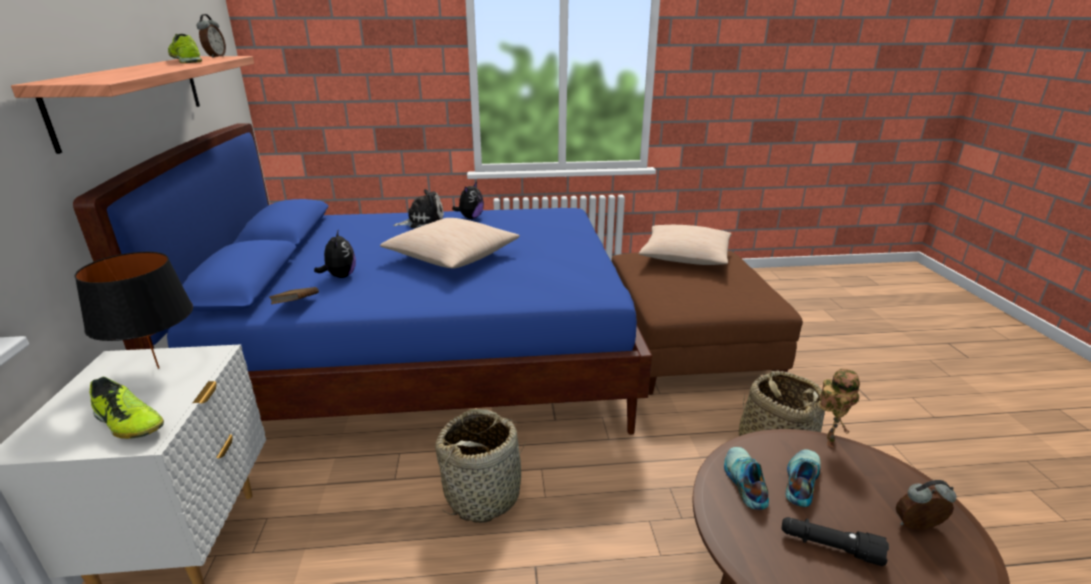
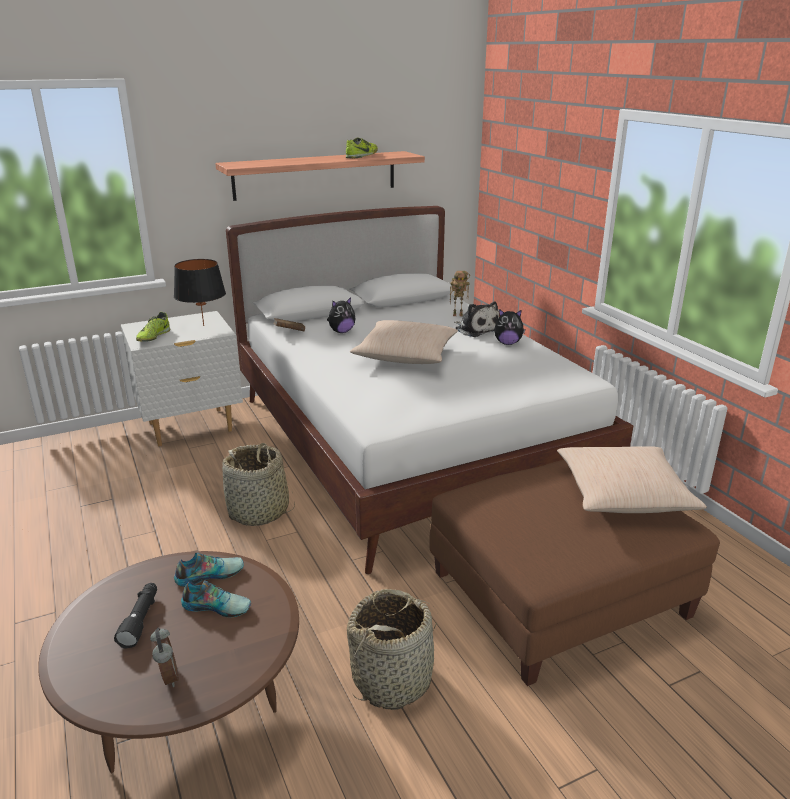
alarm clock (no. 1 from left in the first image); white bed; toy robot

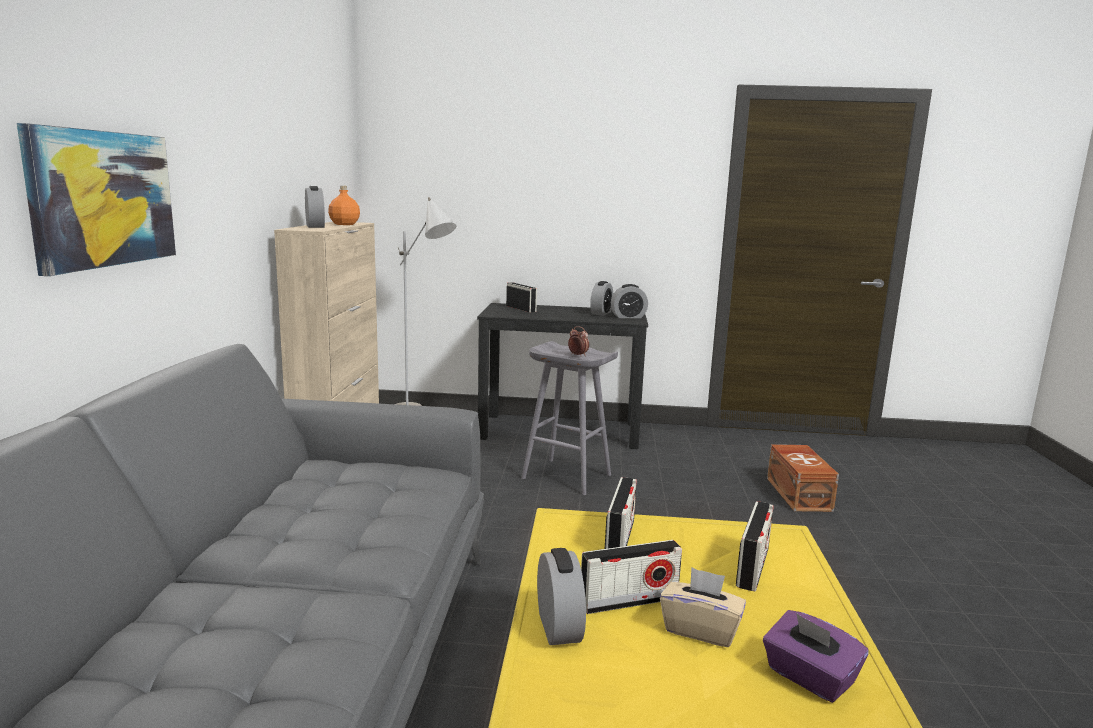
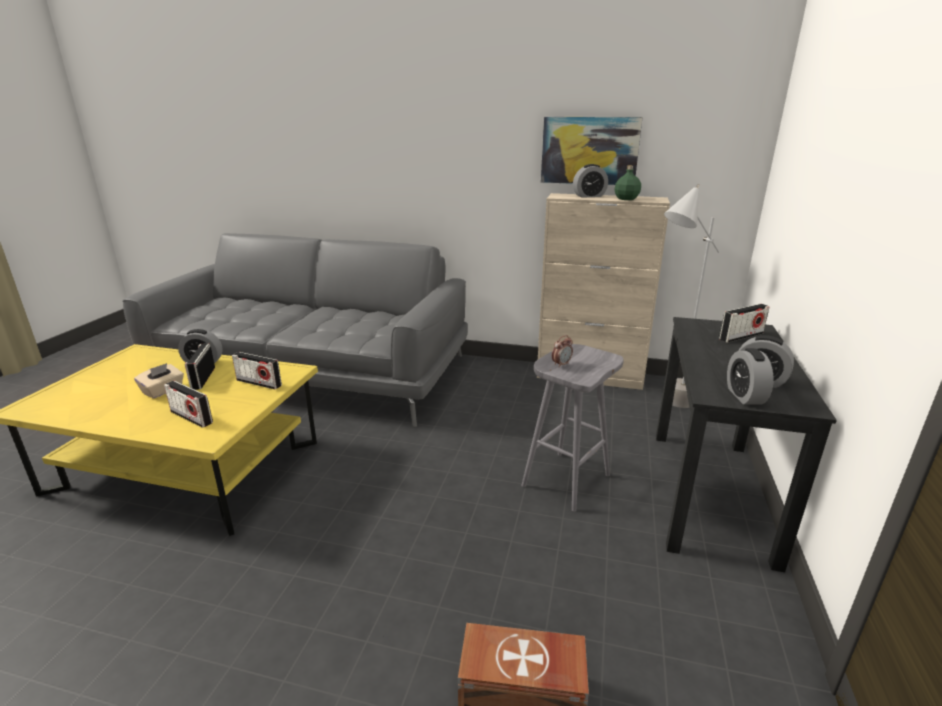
picture; green bottle; purple tissue box

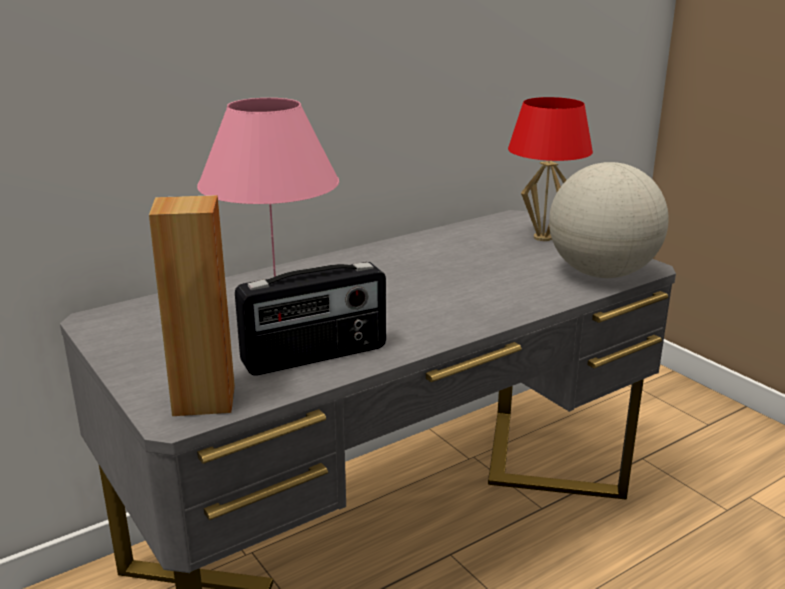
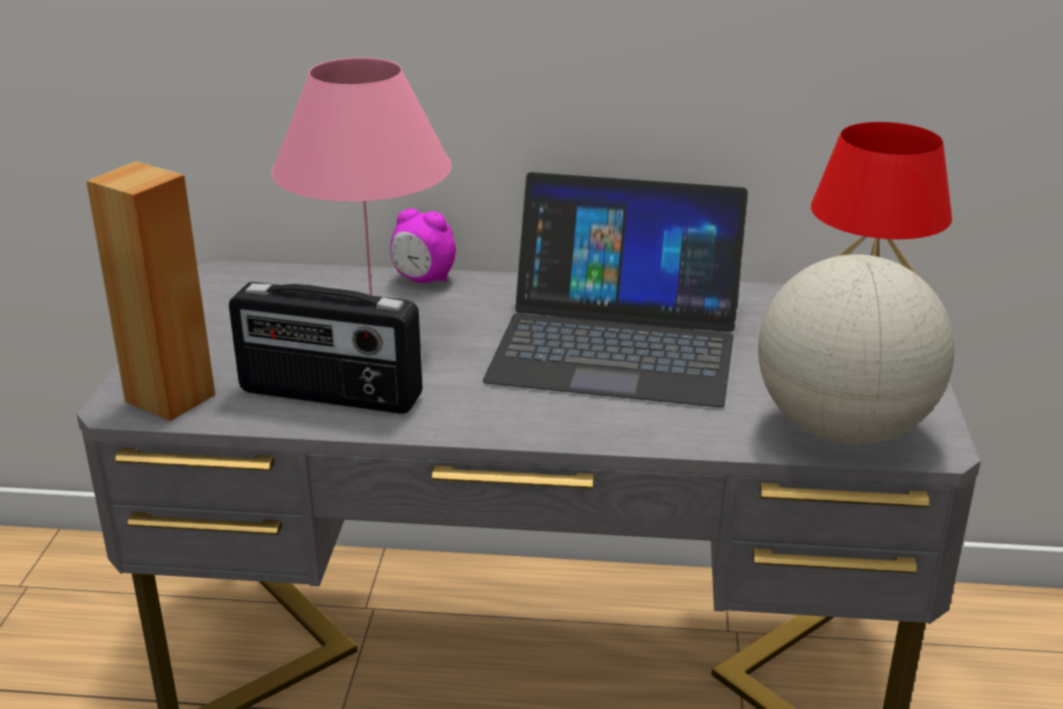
laptop; alarm clock

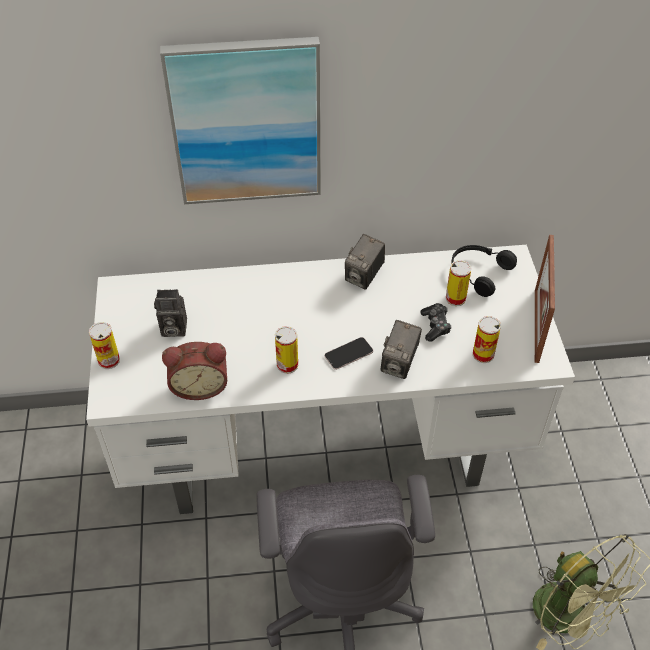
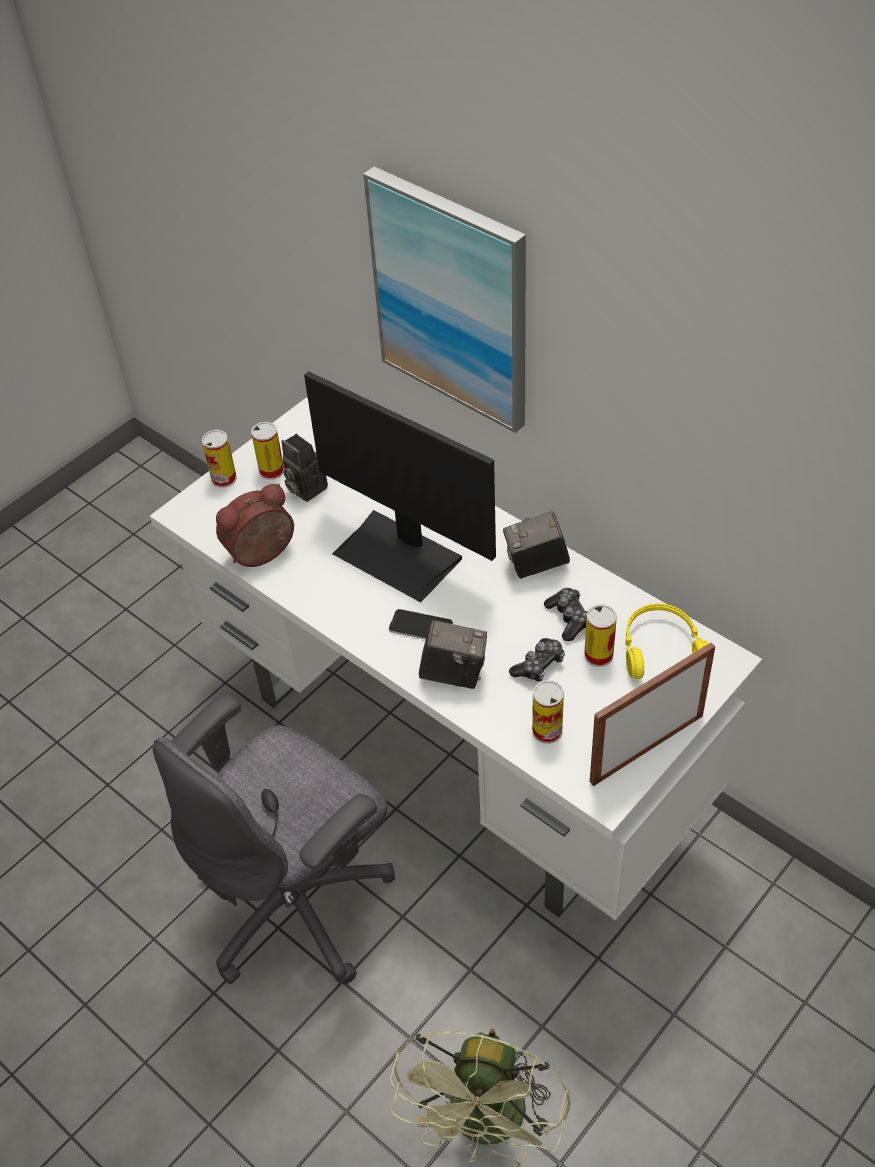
yellow headphones; photo camera (no. 2 from left); can (no. 2 from left); alarm clock; monitor; game controller (no. 2 from left)

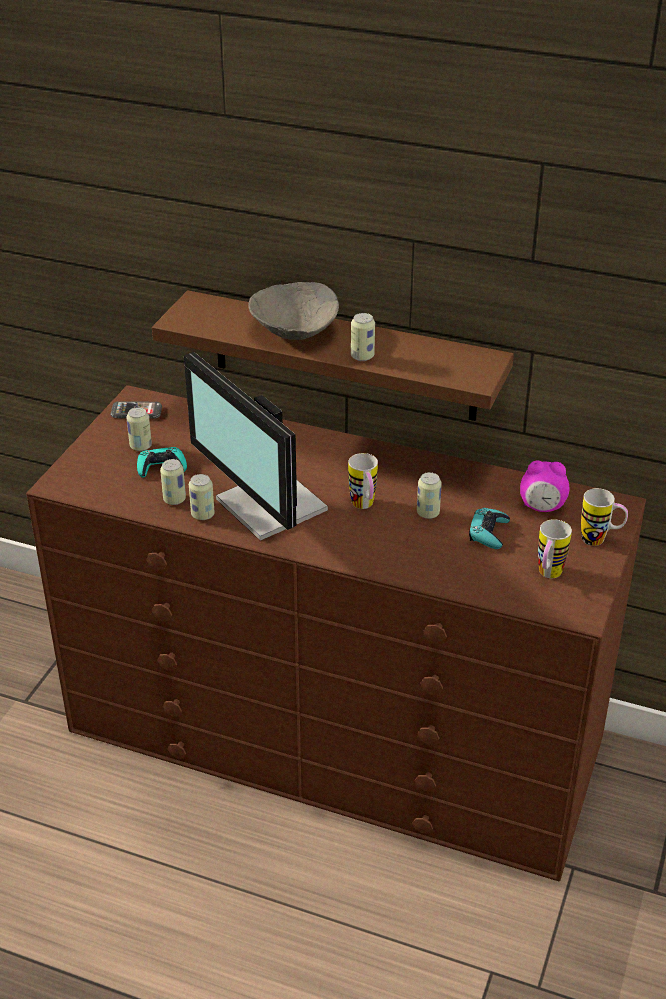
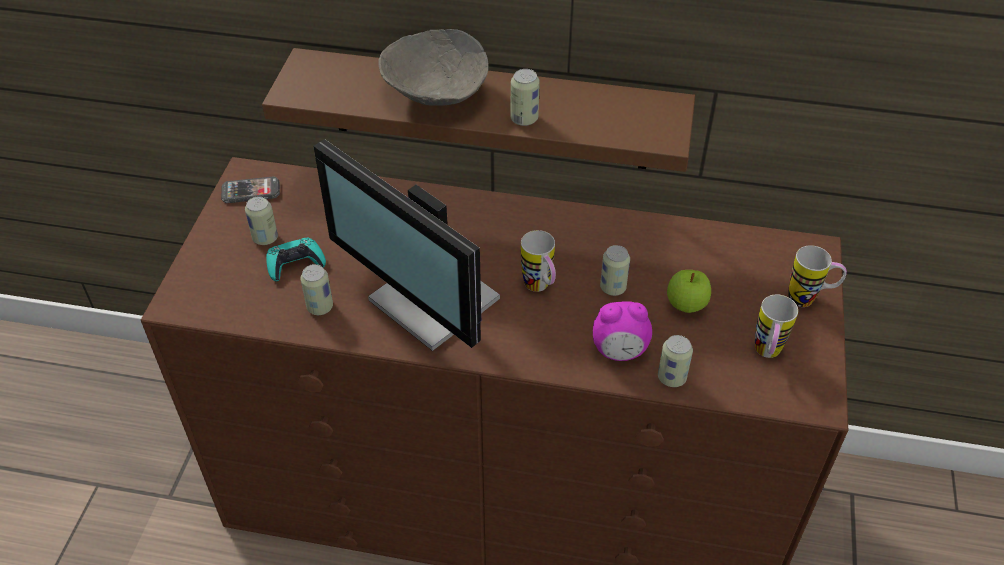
alarm clock; can (no. 5 from left); apple

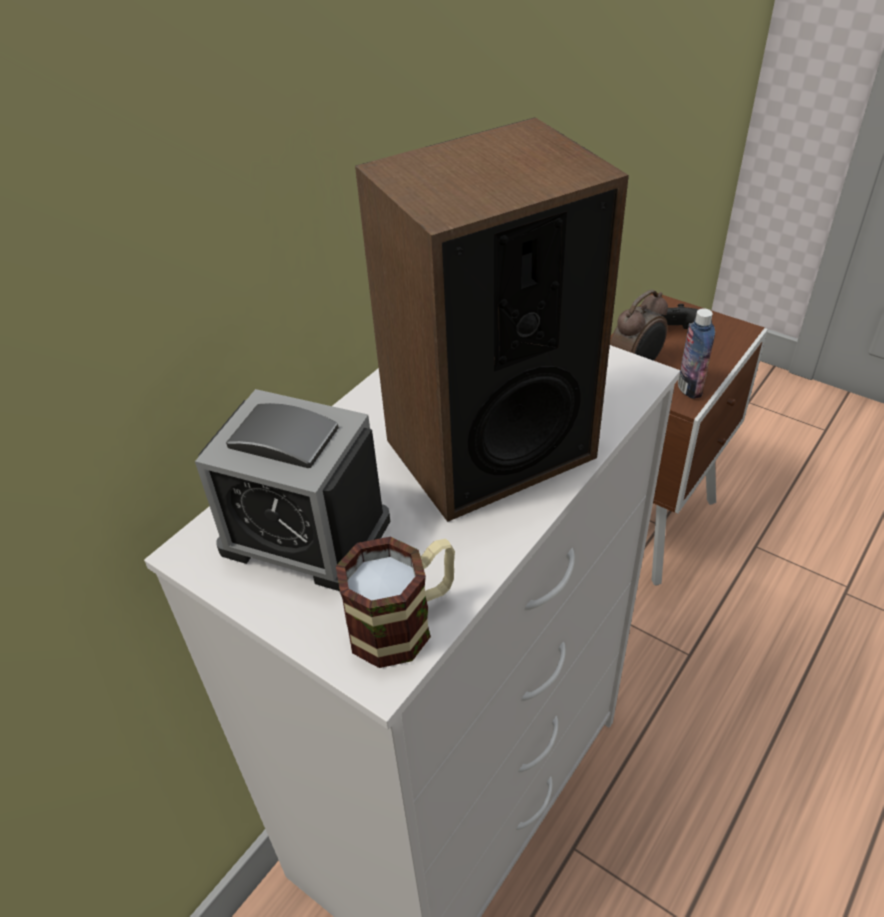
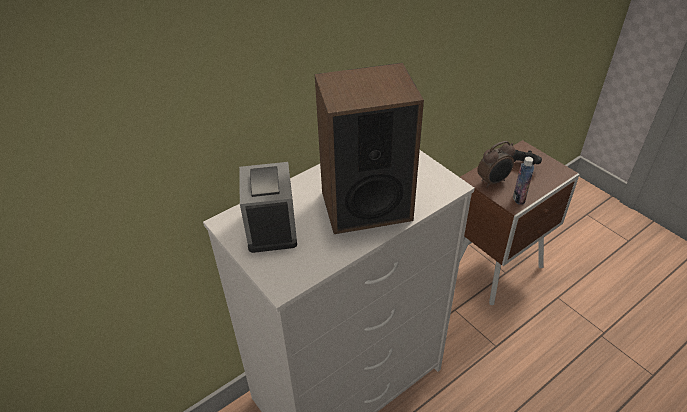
alarm clock (no. 1 from left); mug

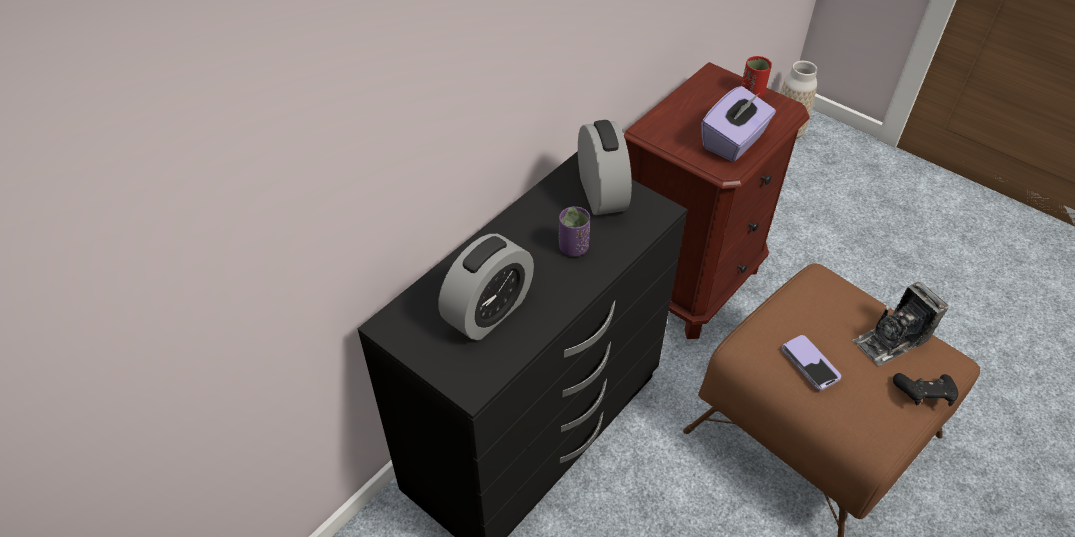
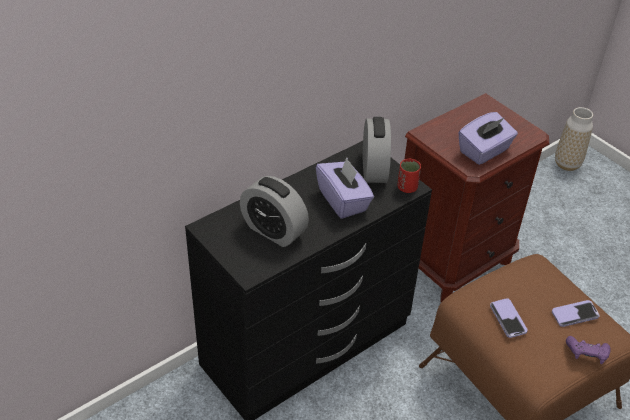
red cup; purple tissue box (no. 1 from left); alarm clock (no. 1 from left); phone (no. 2 from left); purple game controller

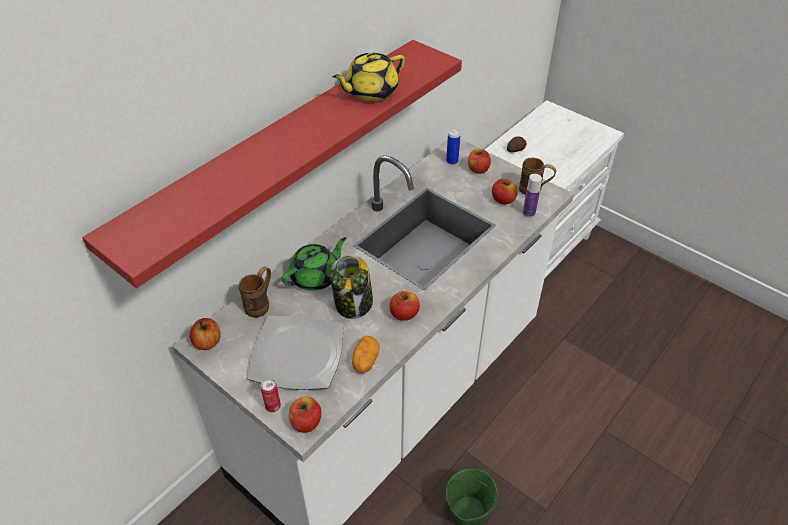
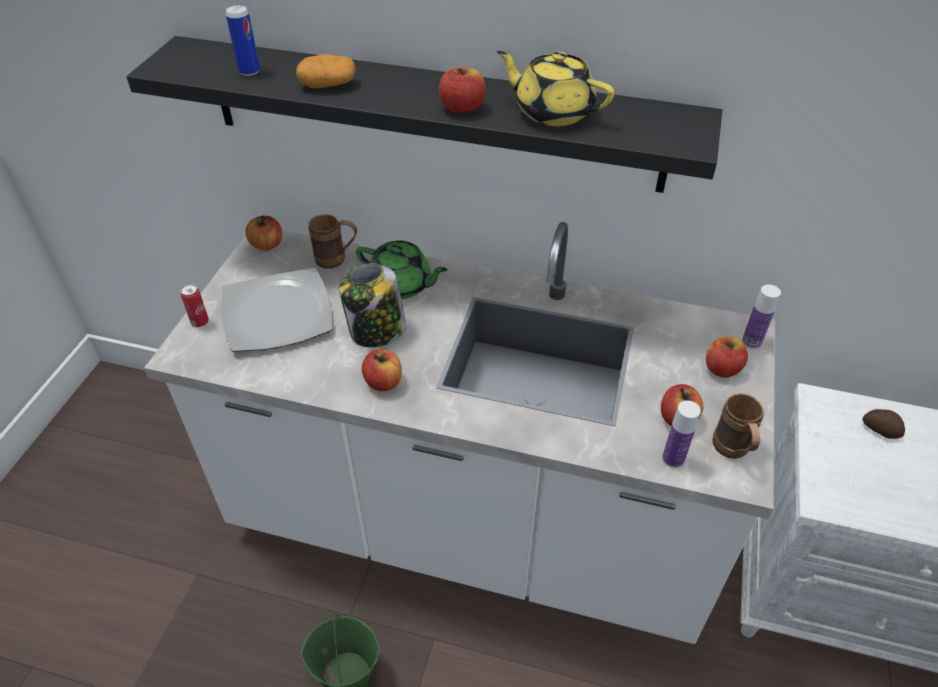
black shelf; can (no. 2 from left); potato (no. 1 from left); apple (no. 3 from left); bottle (no. 2 from left)

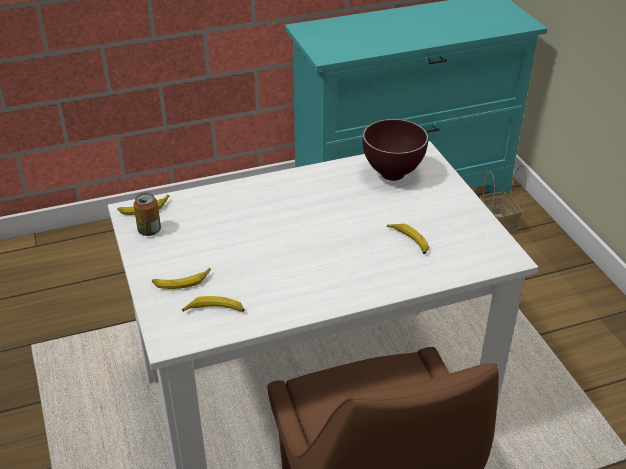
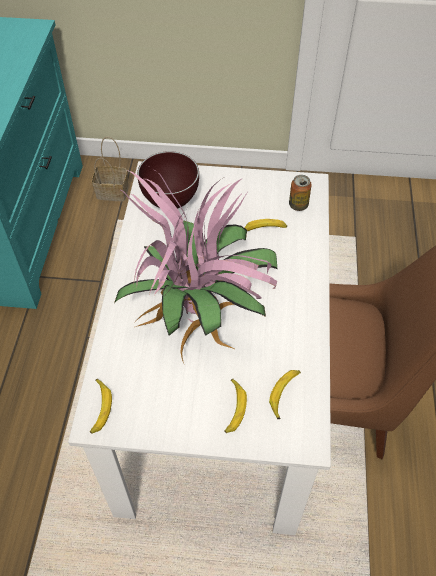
can; potted plant

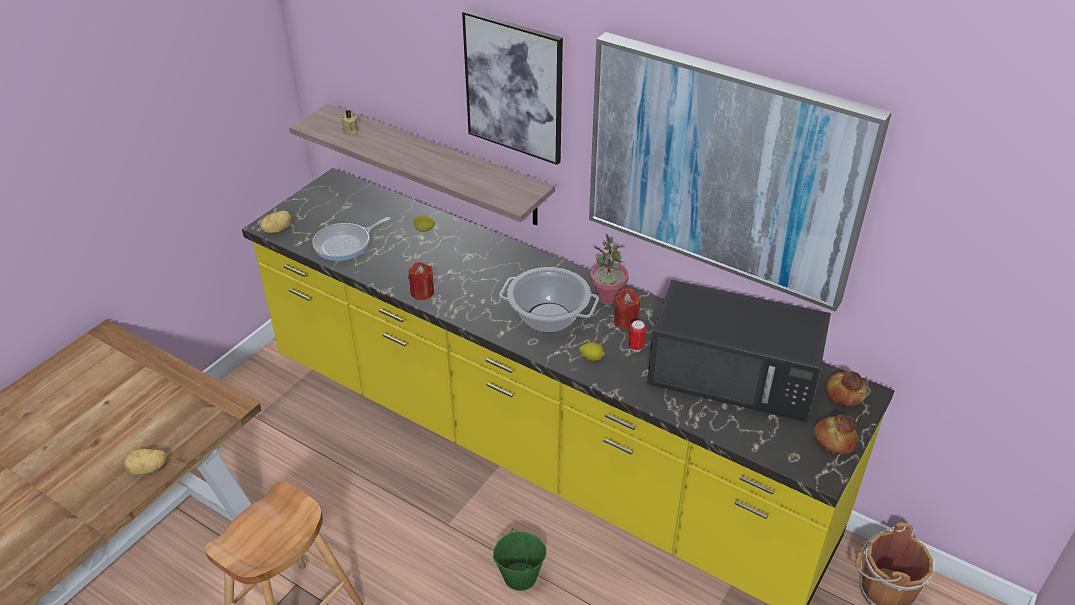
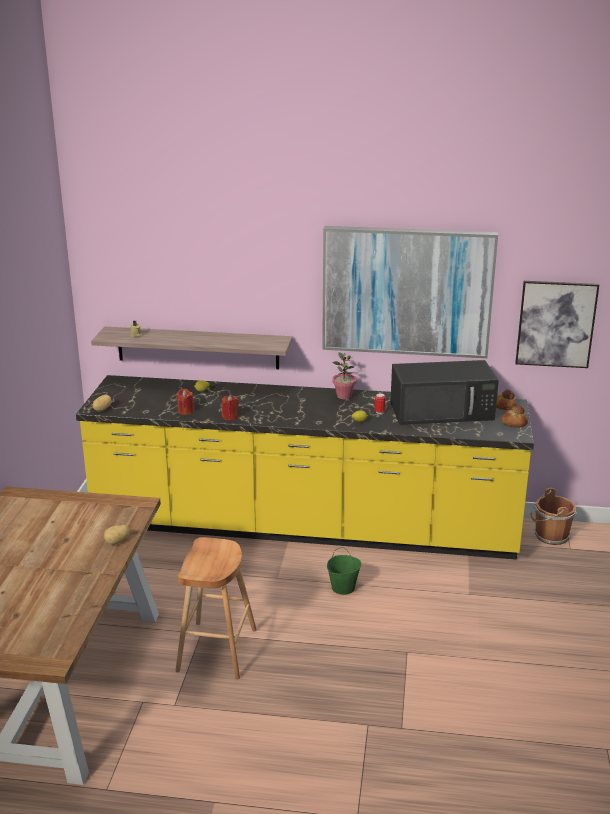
picture (no. 2 from left); frying pan; cooking pot; red candle (no. 1 from left)

